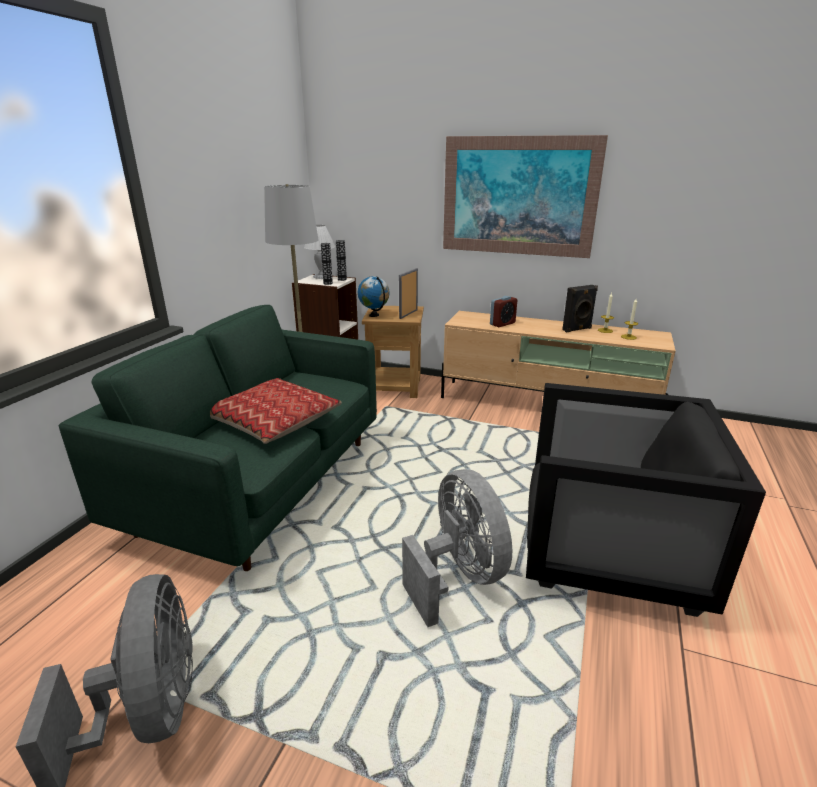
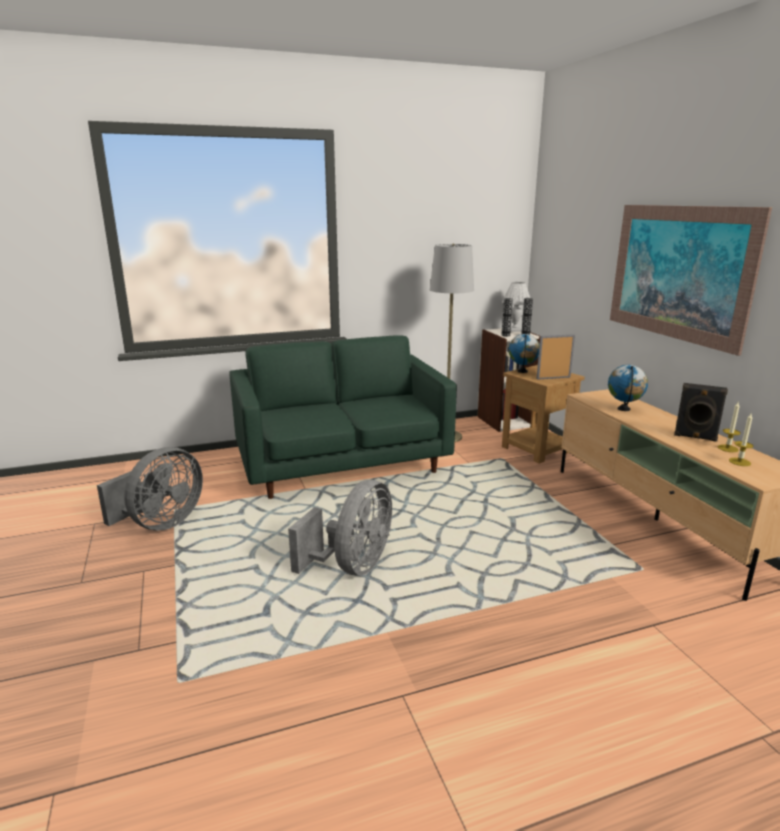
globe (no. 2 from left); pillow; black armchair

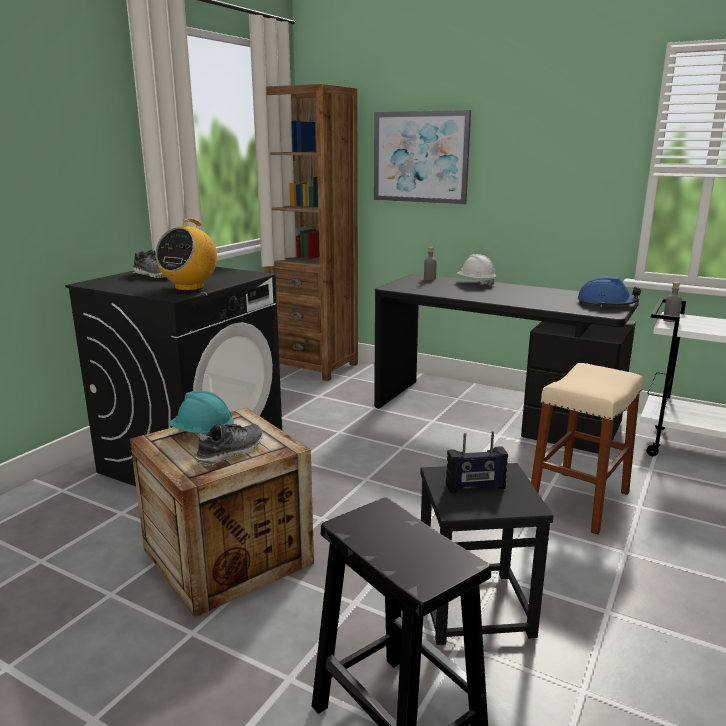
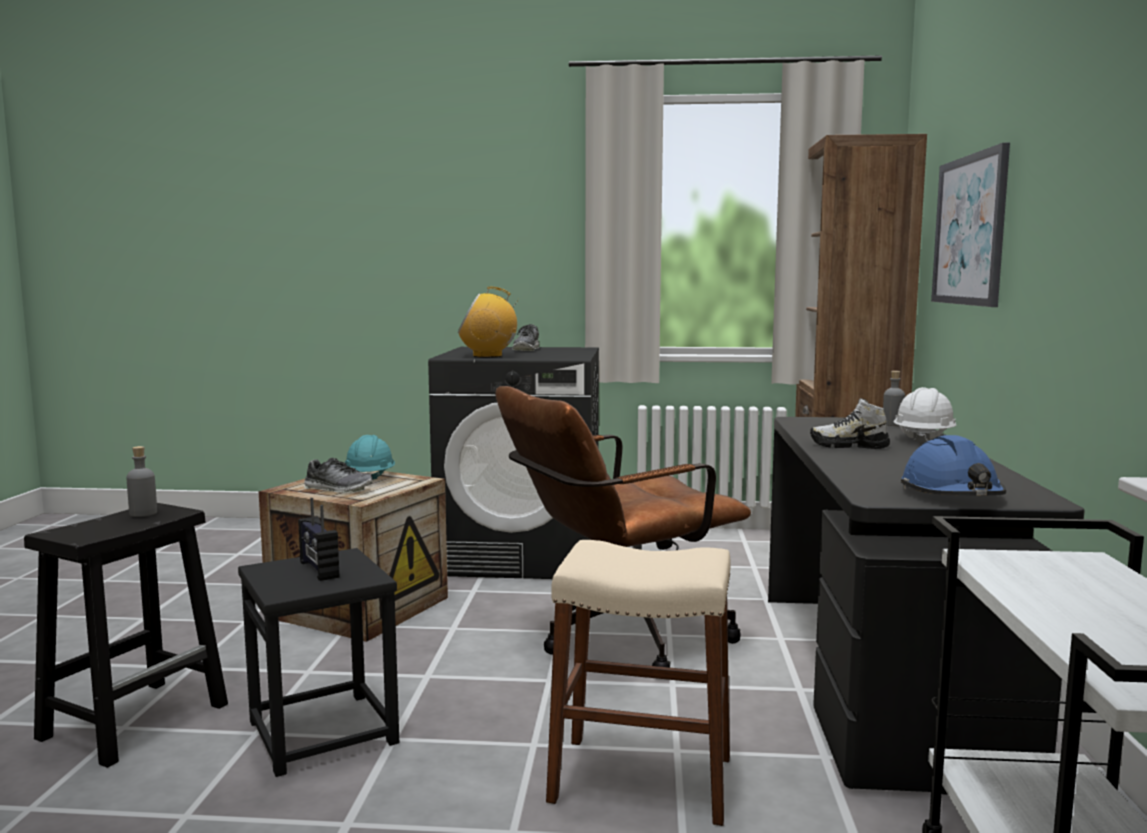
grey bottle (no. 1 from left); brown office chair; shoe (no. 3 from left)

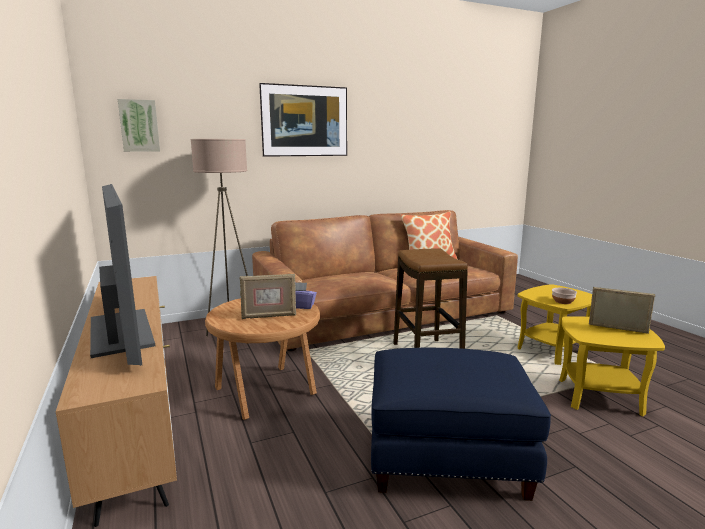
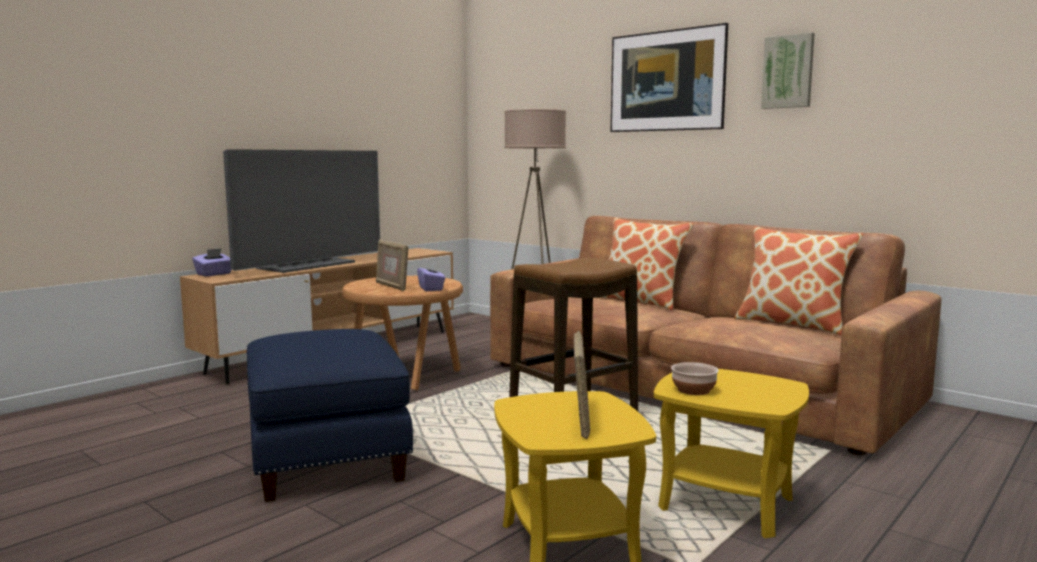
picture (no. 2 from left); pillow (no. 1 from left); purple tissue box (no. 1 from left)

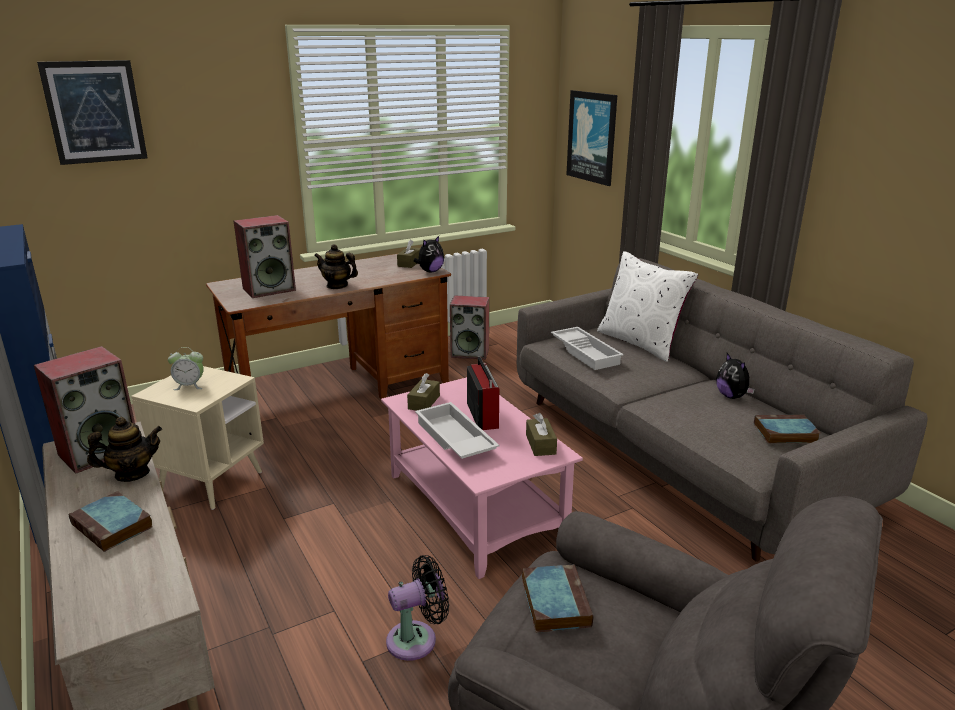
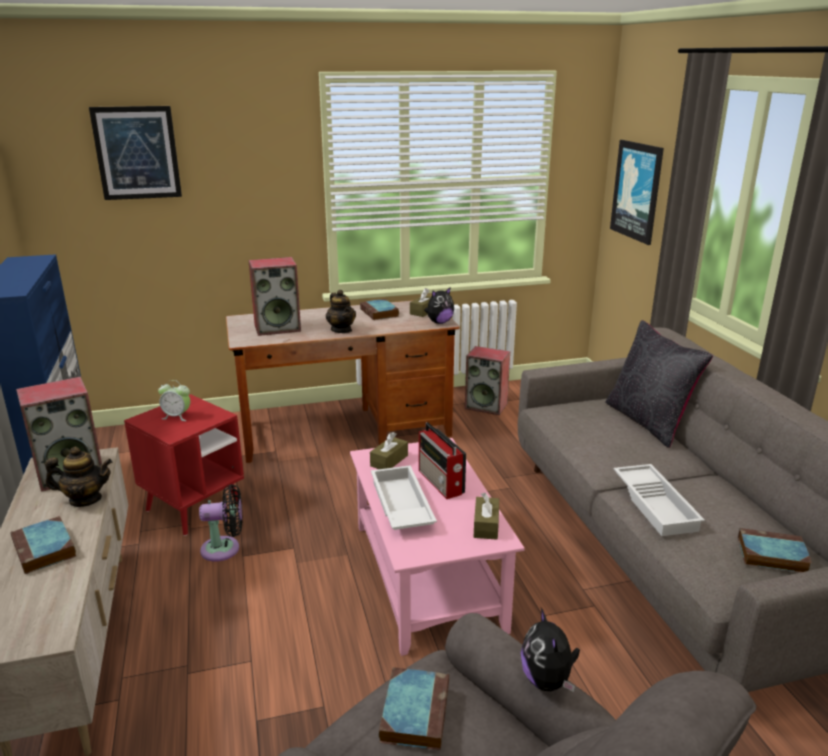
teapot (no. 2 from left); black pillow; white tray (no. 2 from left); plush toy (no. 2 from left); radio; red side table; black fan; book (no. 2 from left)

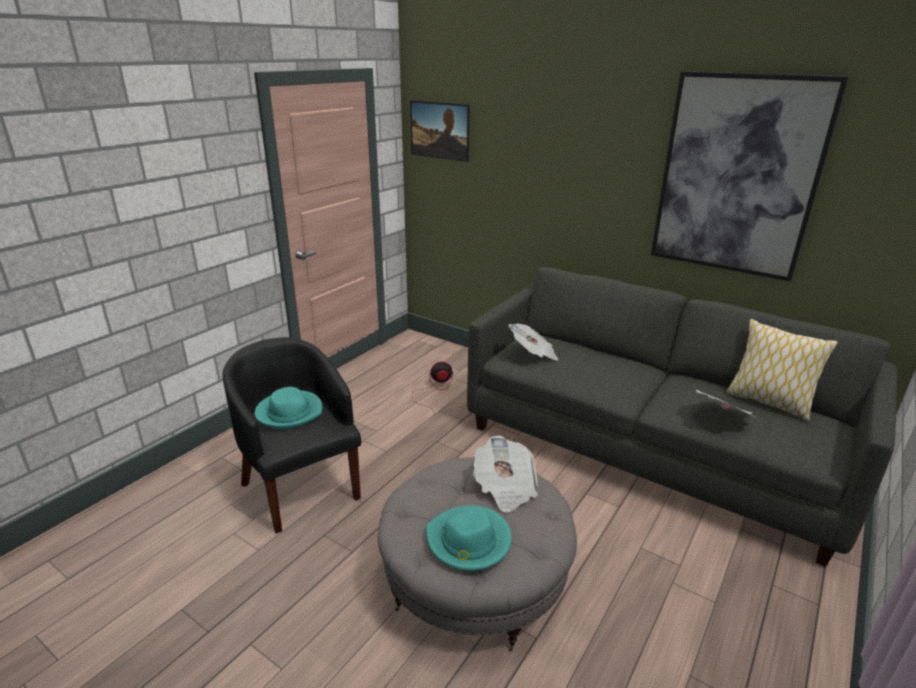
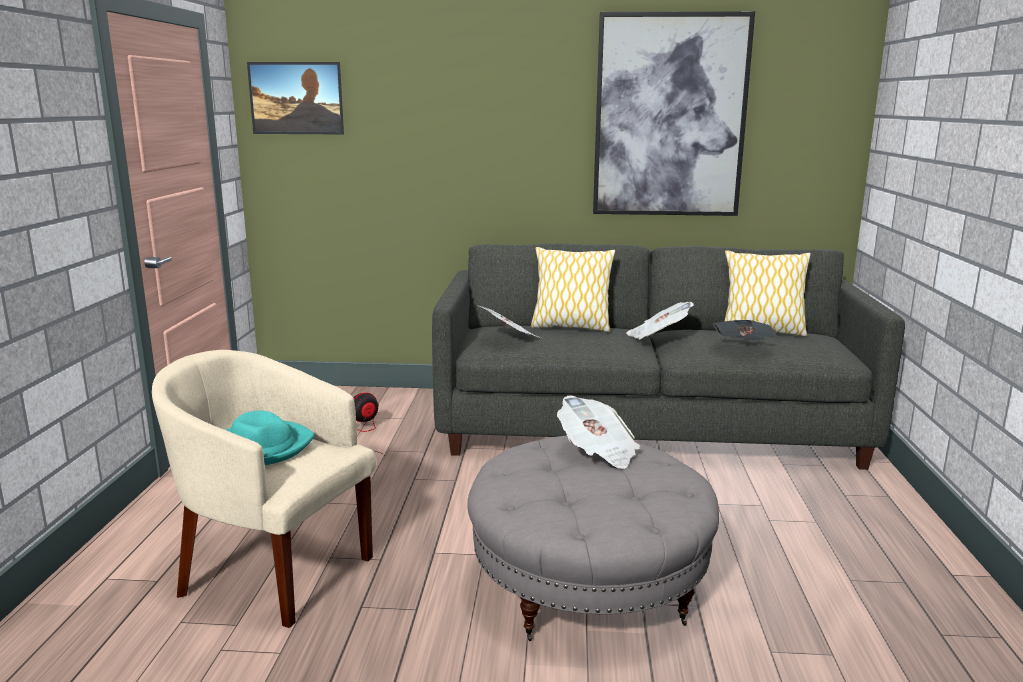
beige armchair; turquoise hat (no. 2 from left in the first image); pillow (no. 1 from left); newspaper (no. 3 from left)

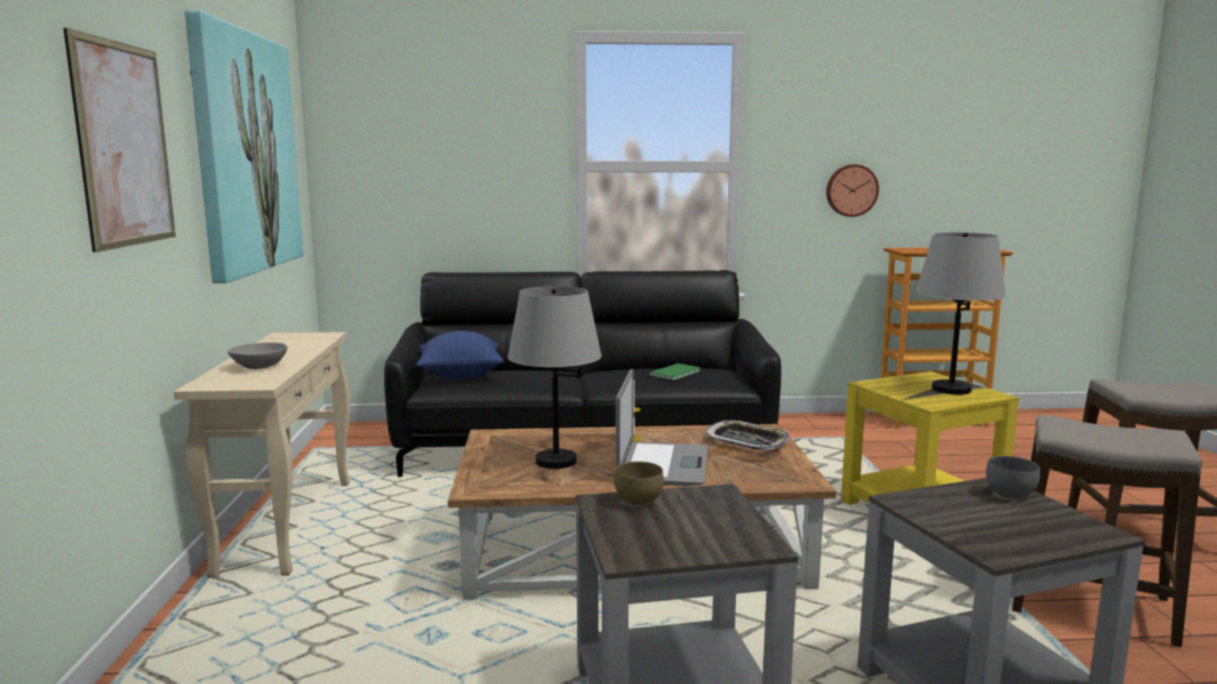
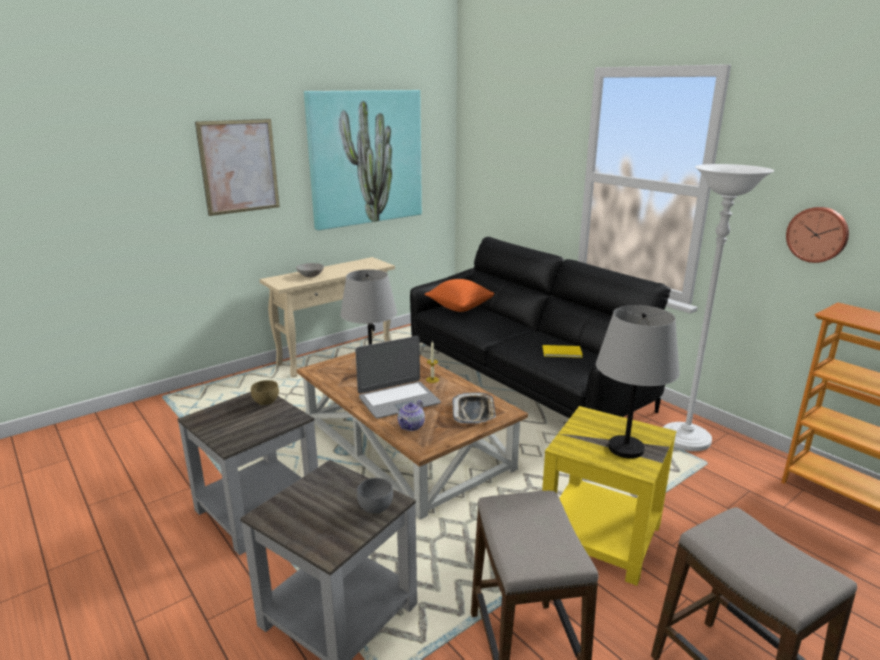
orange pillow; yellow book; white floor lamp; teapot

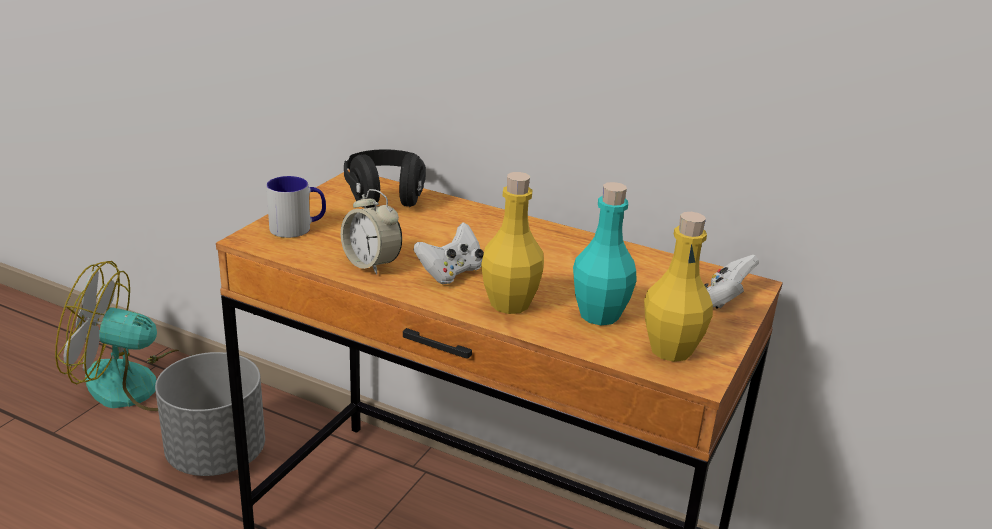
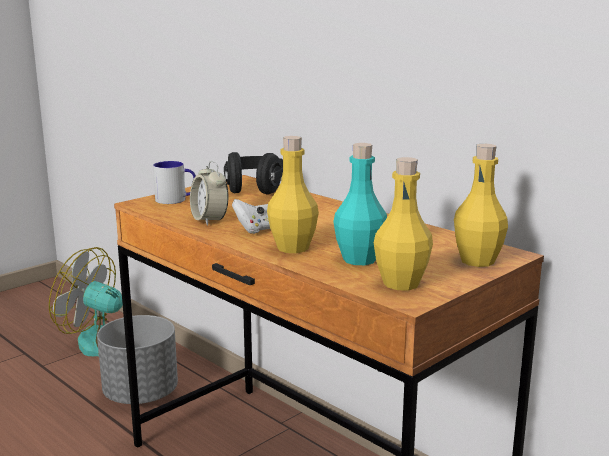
yellow bottle (no. 3 from left)

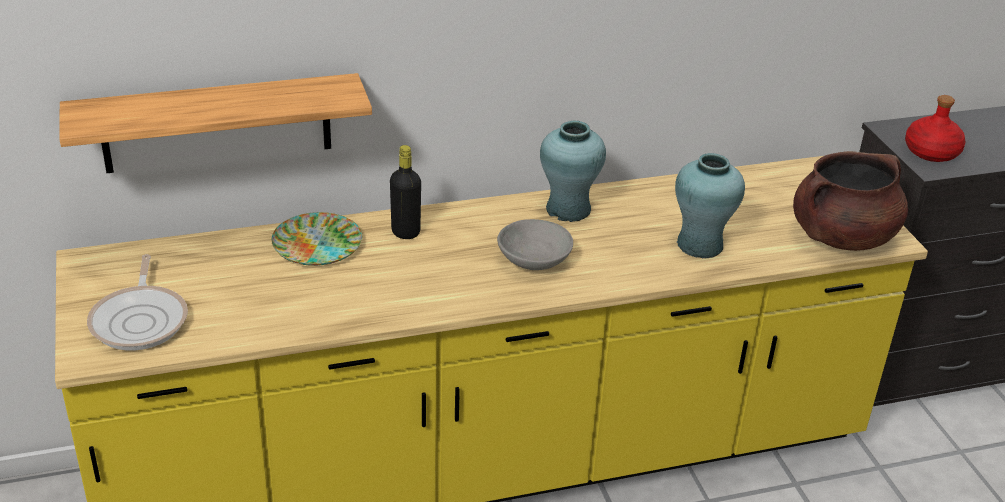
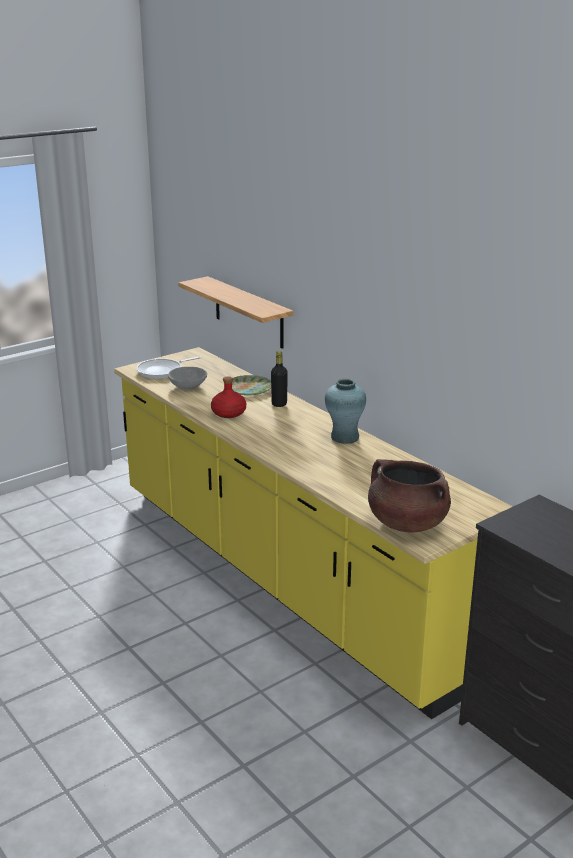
red bottle; turquoise vase (no. 2 from left in the first image); grey bowl

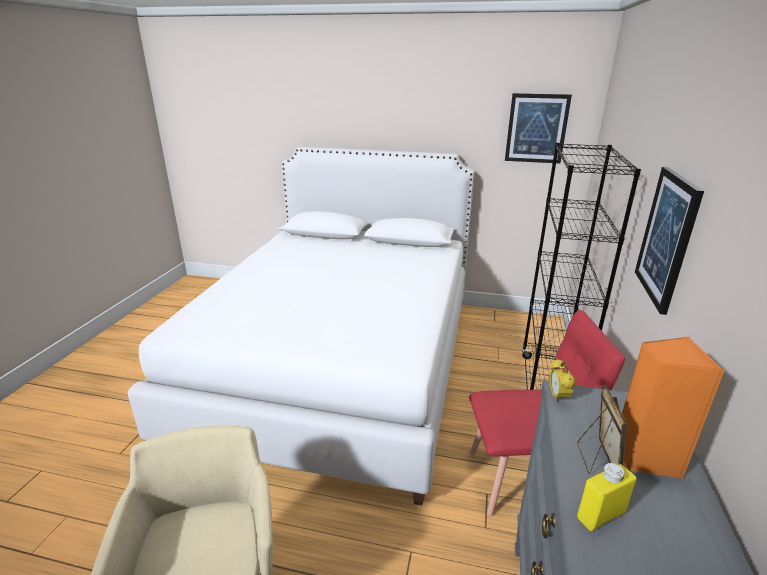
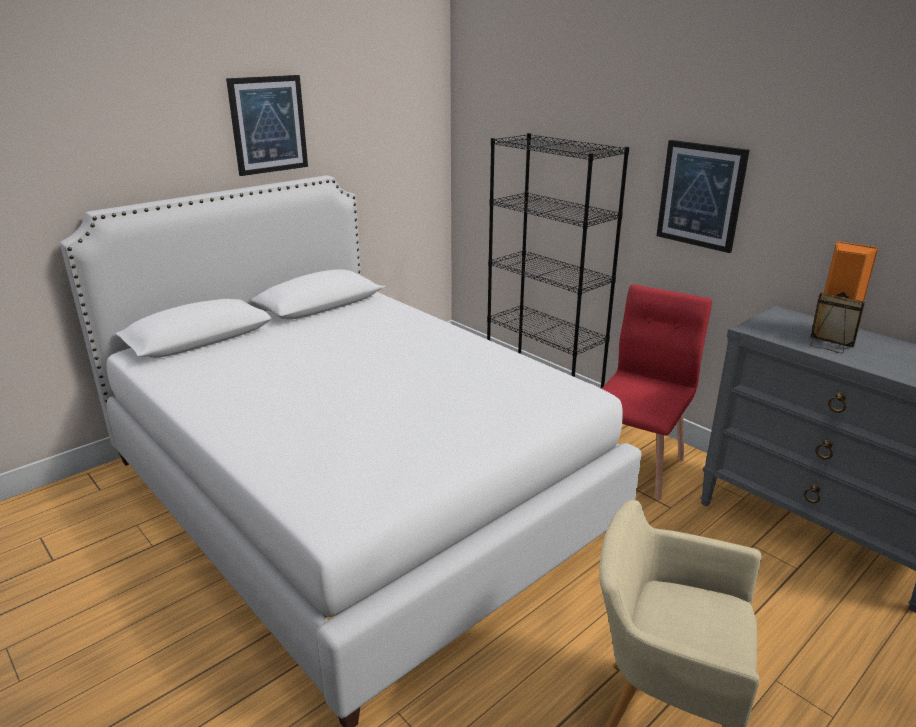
picture (no. 1 from left); alarm clock; yellow bottle

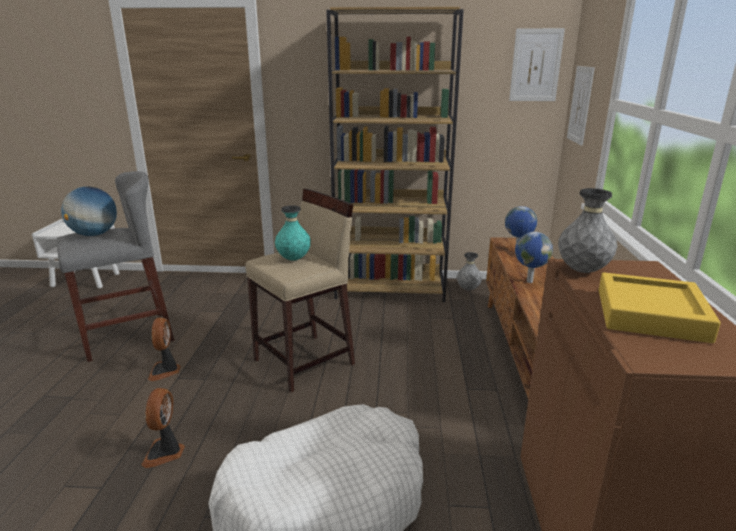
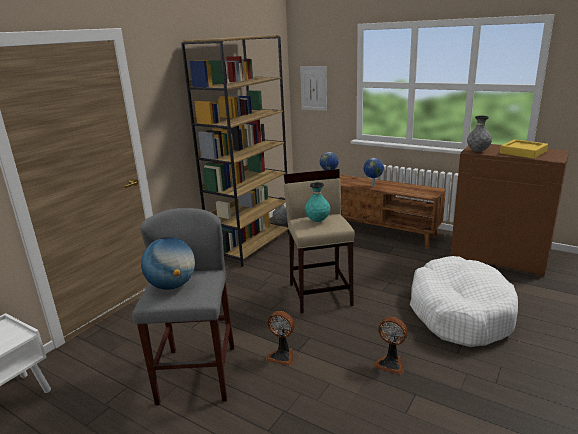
picture (no. 1 from left in the first image)

